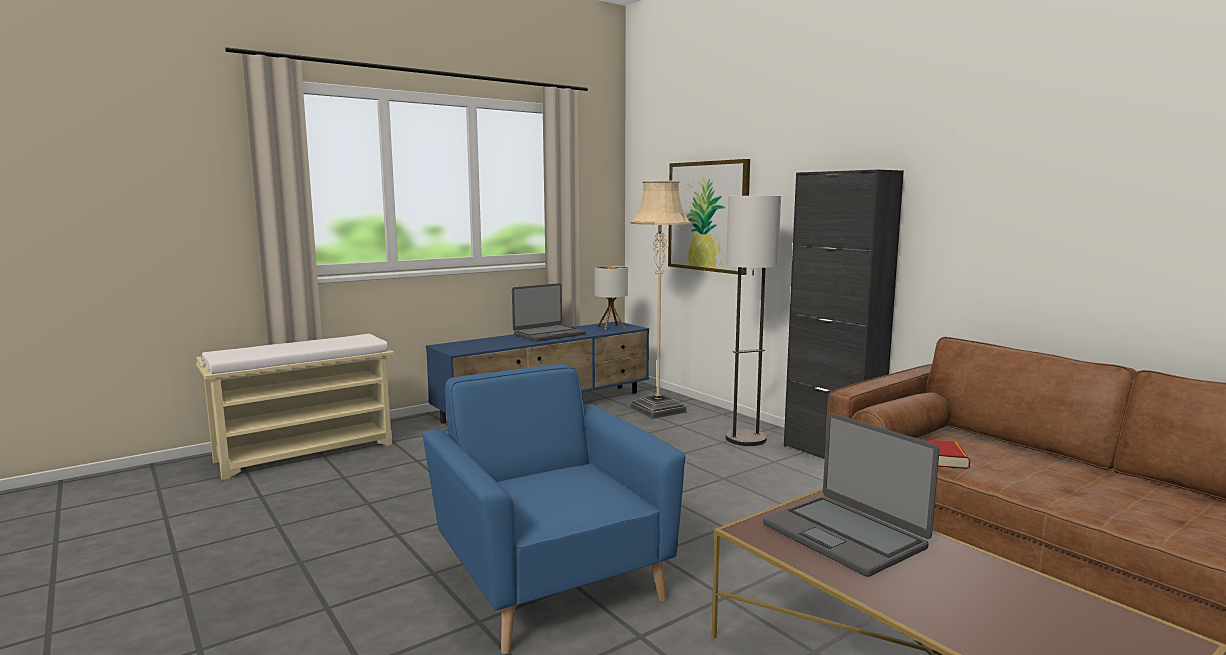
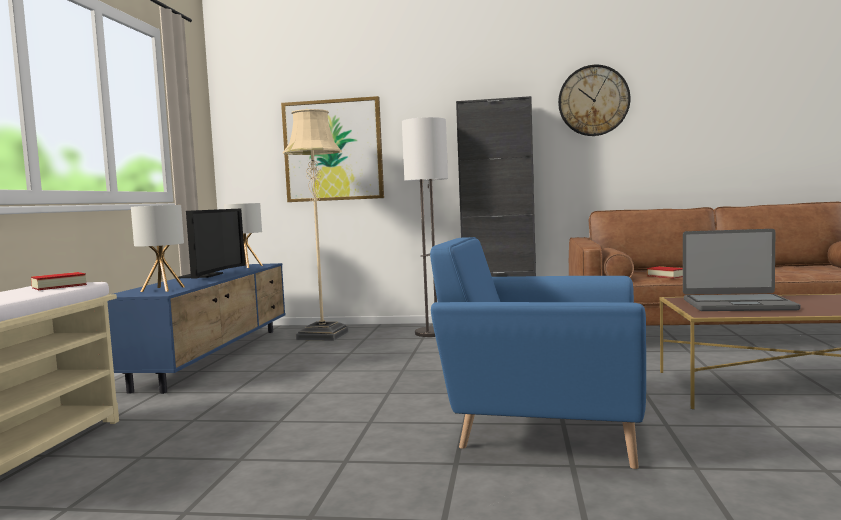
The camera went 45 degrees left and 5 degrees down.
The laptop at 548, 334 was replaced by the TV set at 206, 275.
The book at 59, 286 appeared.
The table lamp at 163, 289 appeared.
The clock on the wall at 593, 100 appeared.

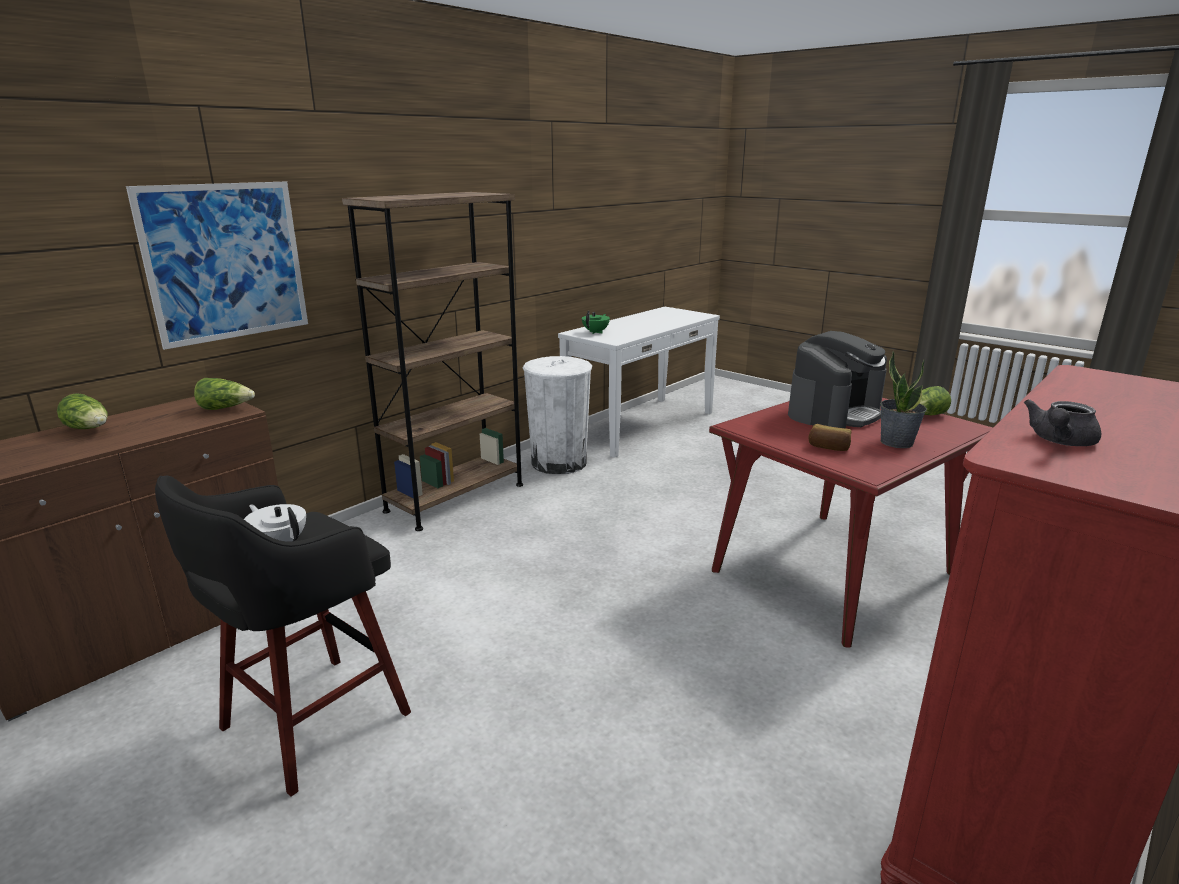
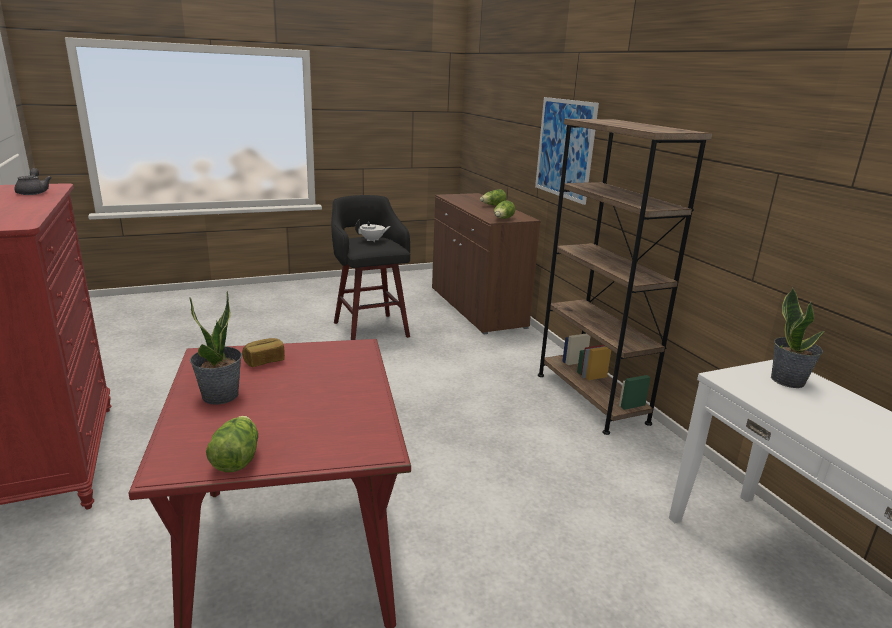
The camera went 115 degrees right and 0 degrees up.
The trash can in white at 559, 463 disappeared.
The pot for tea in green at 596, 332 was replaced by the houseplant at 788, 380.
The coffee machine at 834, 413 disappeared.

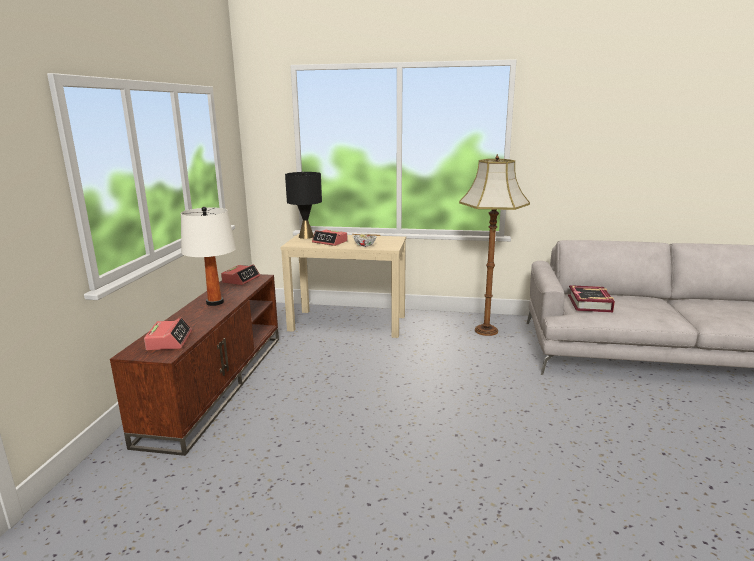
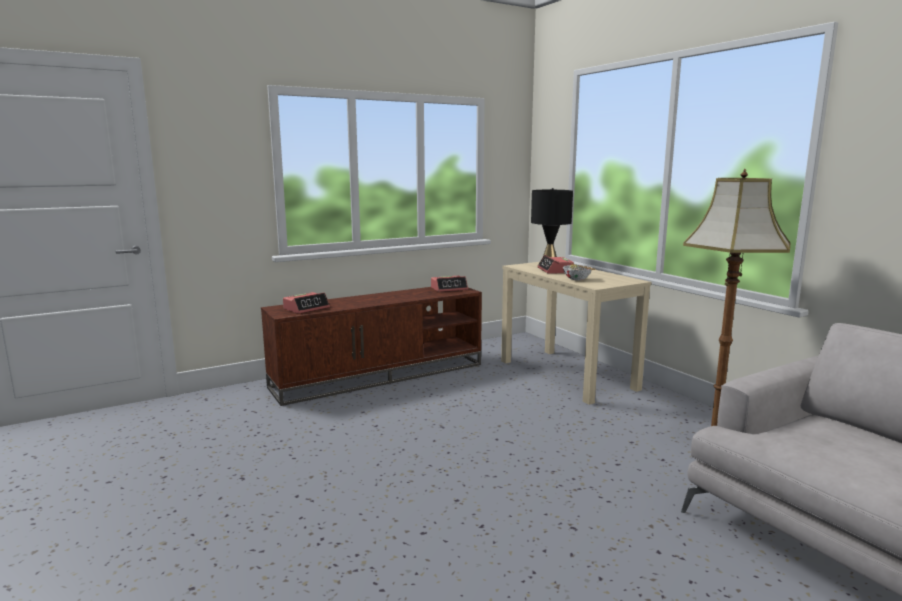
The camera went 50 degrees right and 5 degrees down.
The table lamp in white at 215, 302 disappeared.
The book at 590, 304 disappeared.

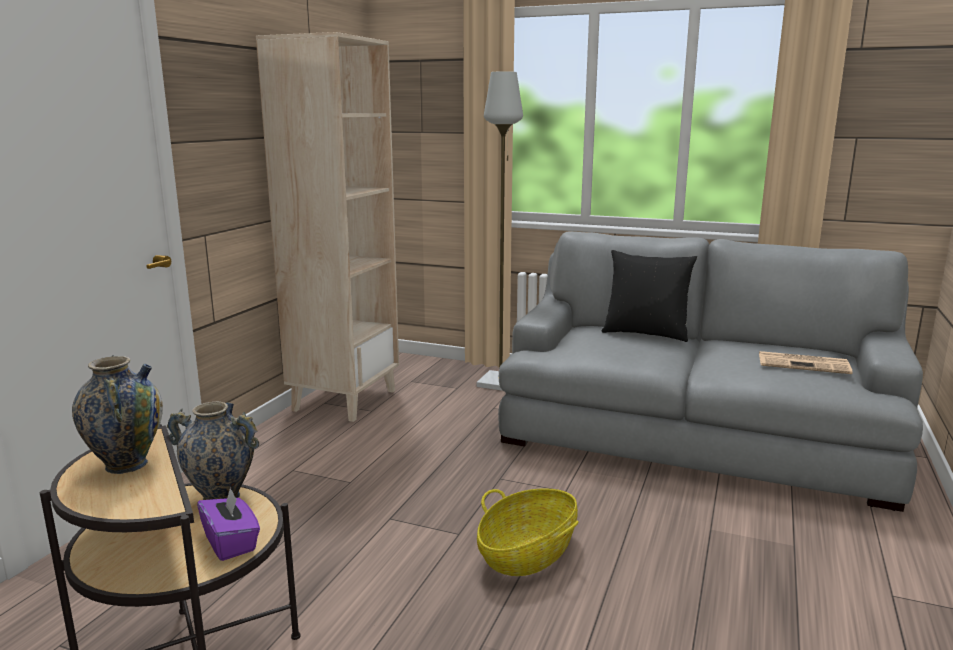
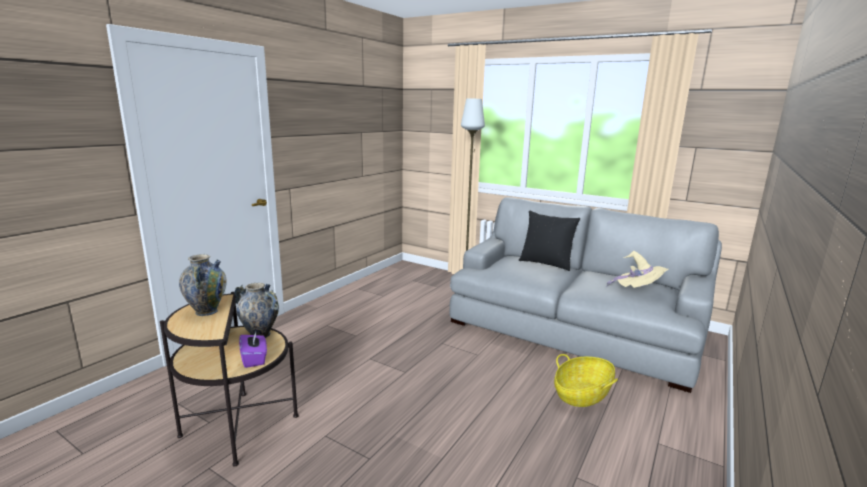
The camera went 10 degrees right and 0 degrees up.
The bookcase in beige at 344, 400 disappeared.
The storage basket moved from 527, 554 to 582, 394.
The printed paper at 804, 364 was replaced by the hat in beige at 638, 291.

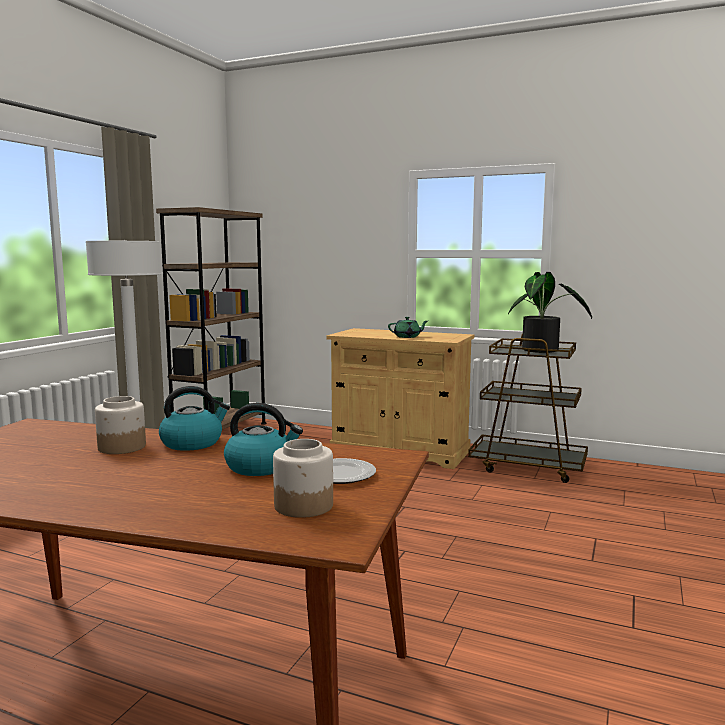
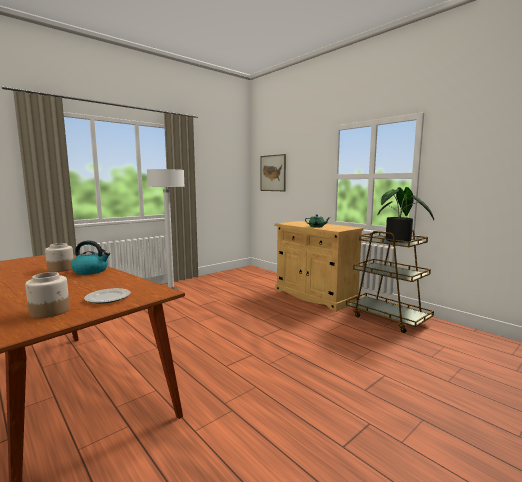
The camera went 25 degrees right and 0 degrees up.
The bookcase in brownish at 221, 433 disappeared.
The tea kettle at 261, 467 disappeared.
The wall art at 272, 173 appeared.

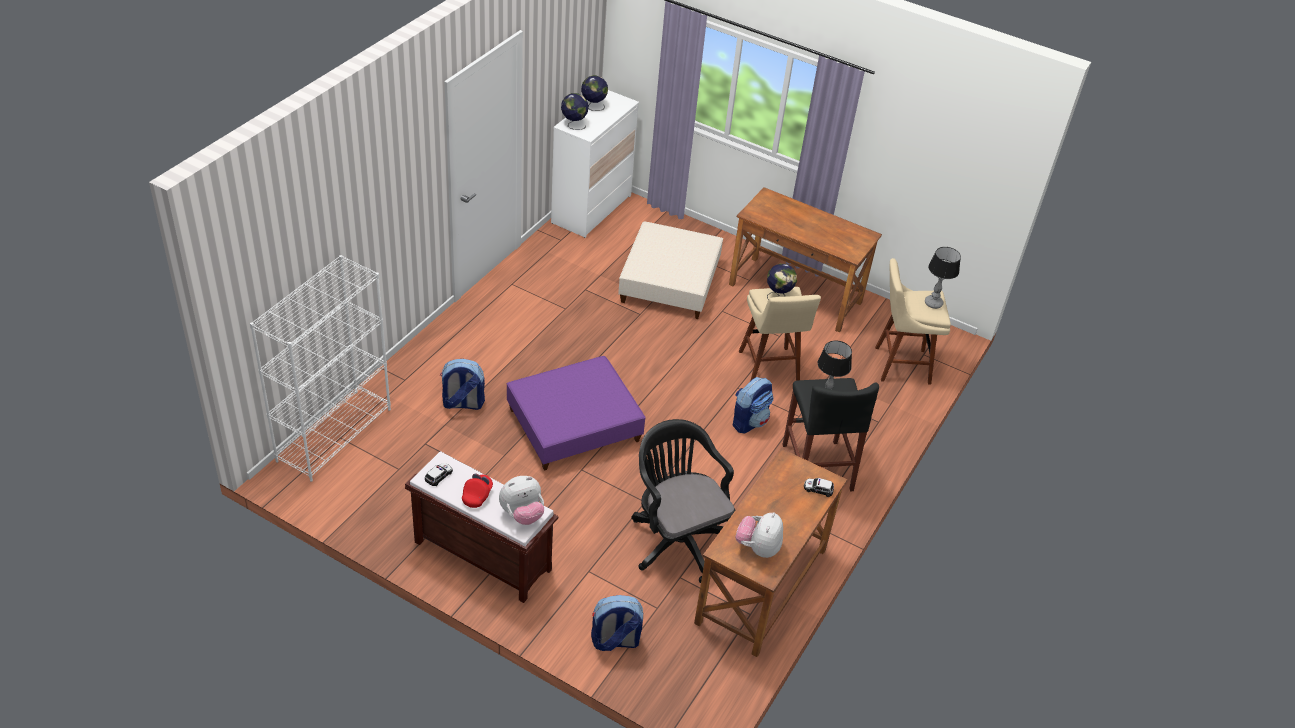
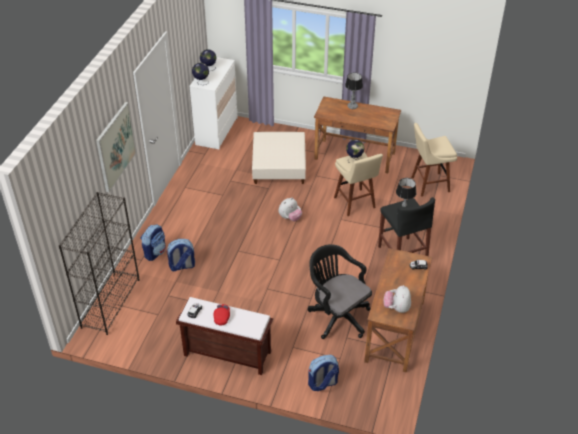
The camera went 10 degrees left and 0 degrees up.
The bookcase in white at 334, 434 became the bookcase in black at 110, 303.
The soft toy moved from 522, 514 to 290, 218.
The pouffe in purplish at 573, 425 disappeared.
The knapsack moved from 749, 421 to 155, 252.
The table lamp moved from 933, 303 to 352, 106.
The wall art at 115, 146 appeared.

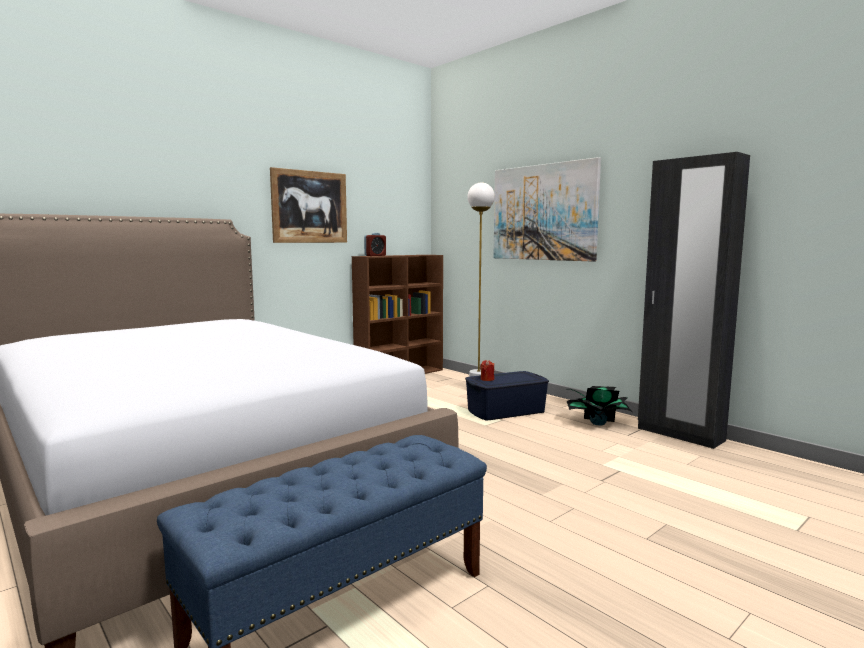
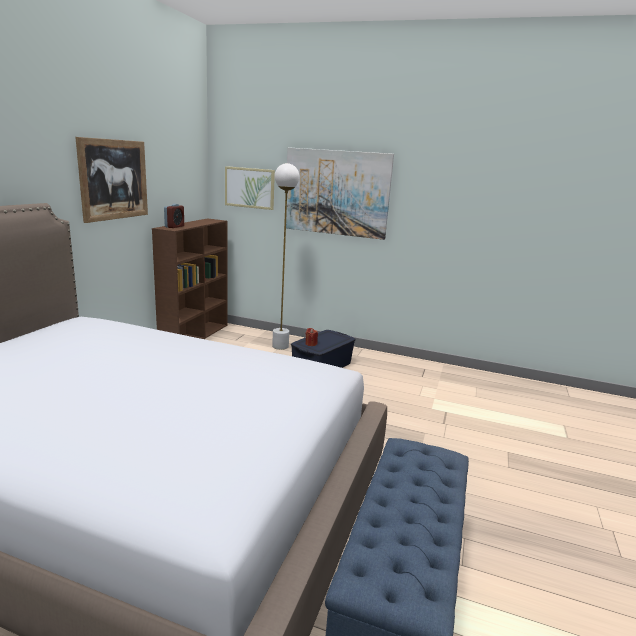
The camera went 30 degrees left and 10 degrees up.
The houseplant at 597, 423 disappeared.
The armoire in black at 680, 434 disappeared.
The wall art at 249, 188 appeared.

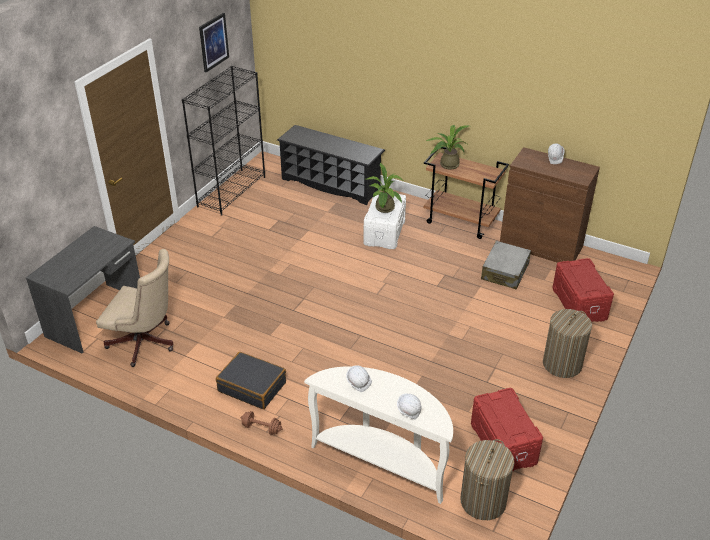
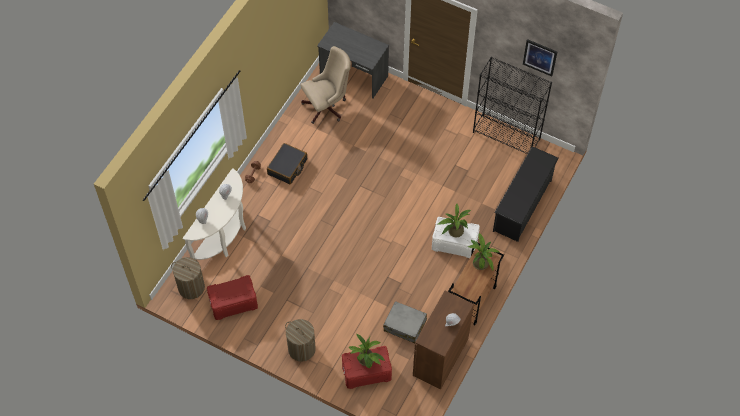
The camera went 90 degrees right and 20 degrees up.
The computer chair in beige at 146, 344 turned 135 degrees counterclockwise.
The houseplant at 367, 361 appeared.

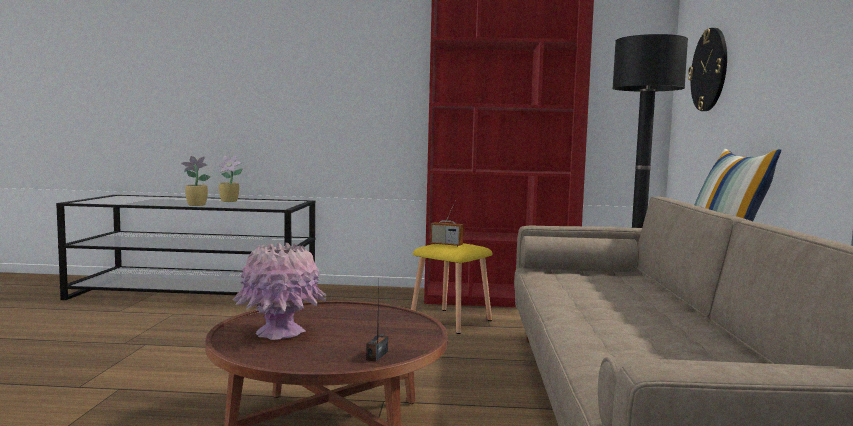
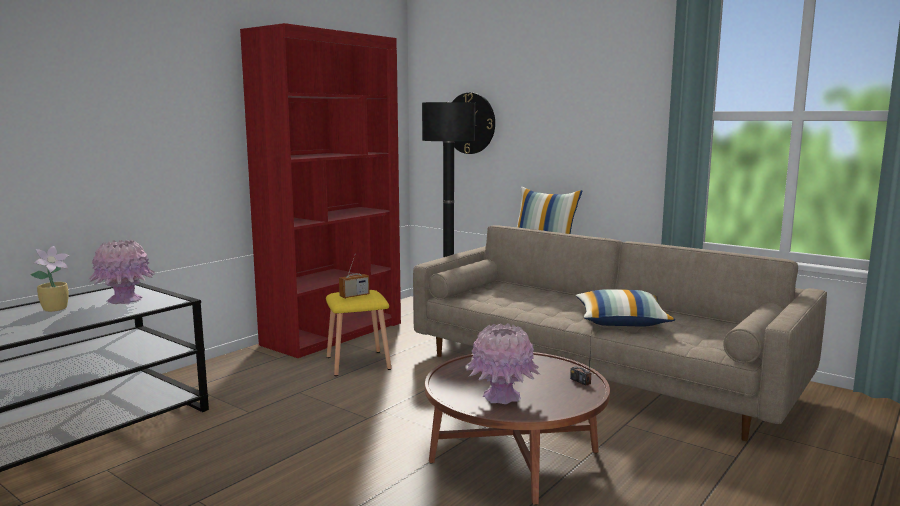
The camera went 55 degrees left and 5 degrees up.
The houseplant at 195, 205 disappeared.
The vase in pink-coloured at 124, 300 appeared.
The throw pillow at 621, 322 appeared.

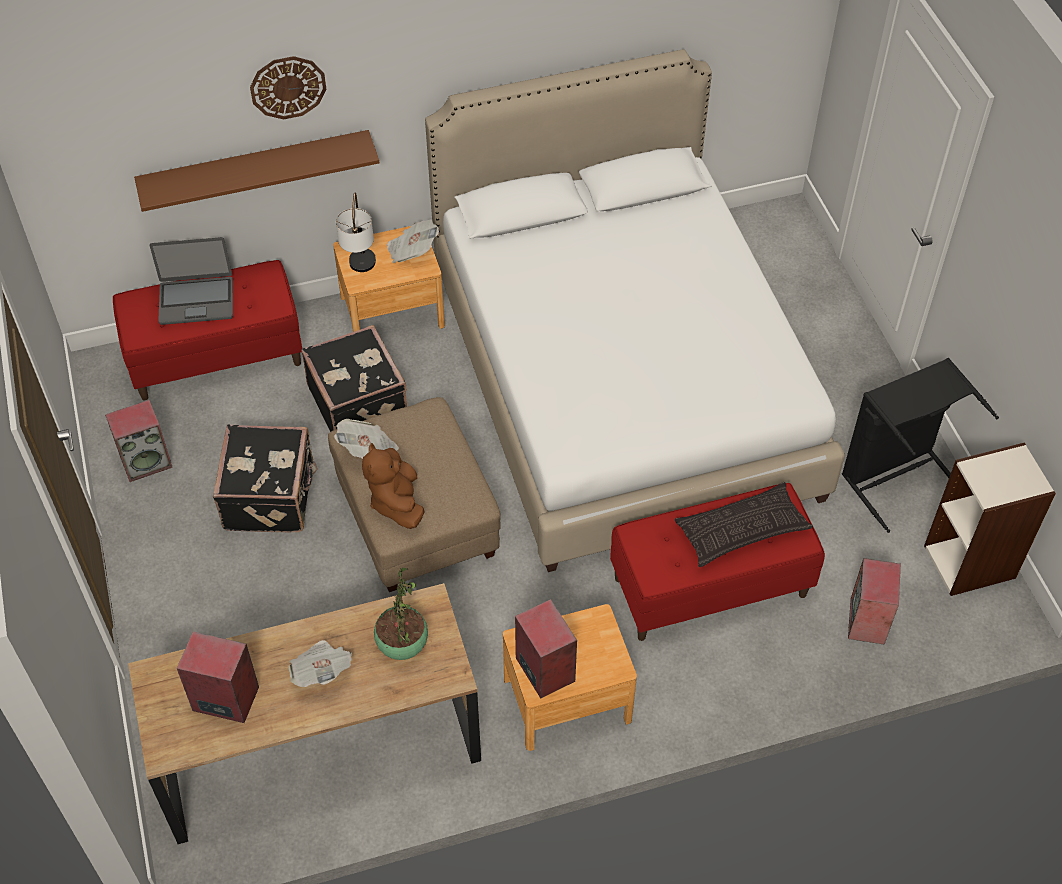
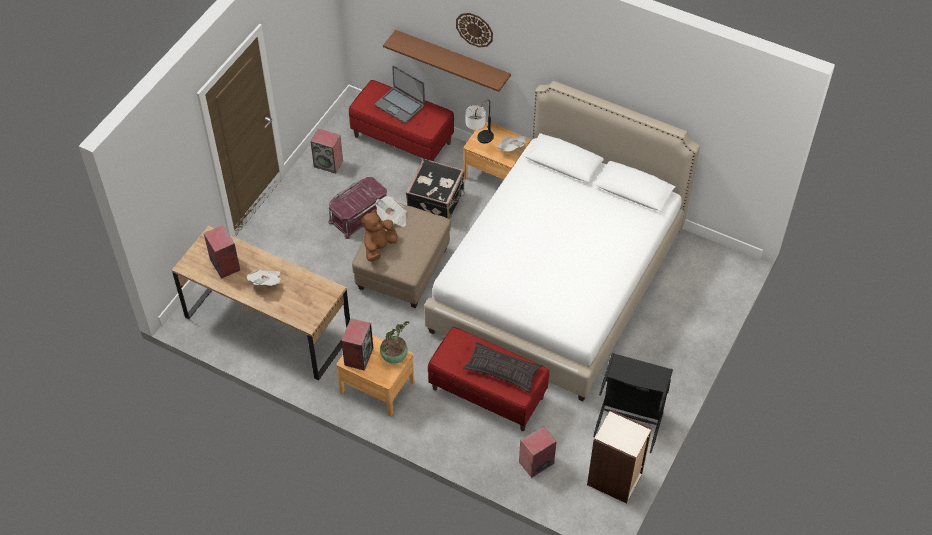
The camera went 45 degrees right and 0 degrees up.
The piece of luggage in black at 271, 496 was replaced by the storage box in red at 359, 214.
The houseplant moved from 402, 644 to 394, 356.

